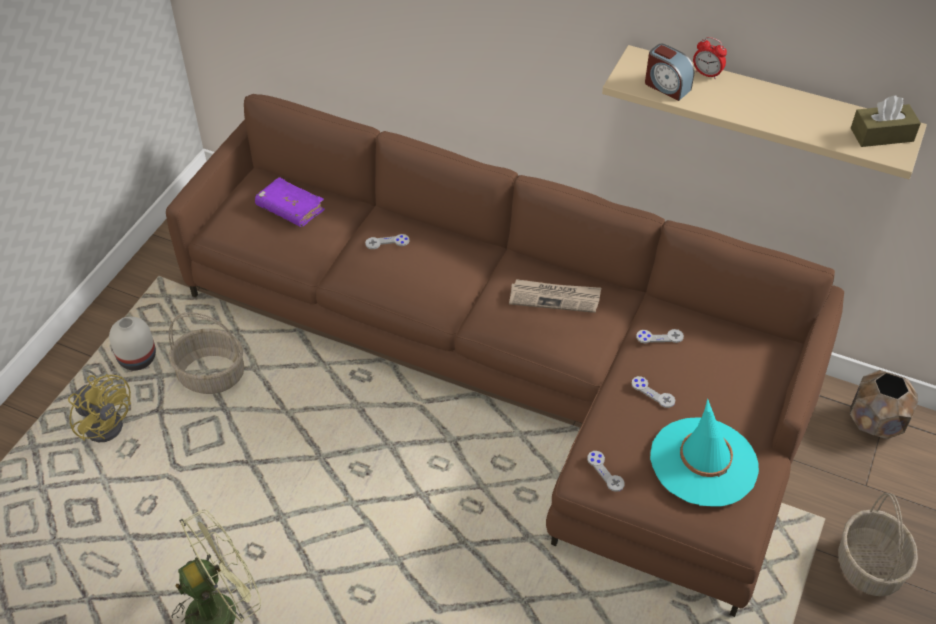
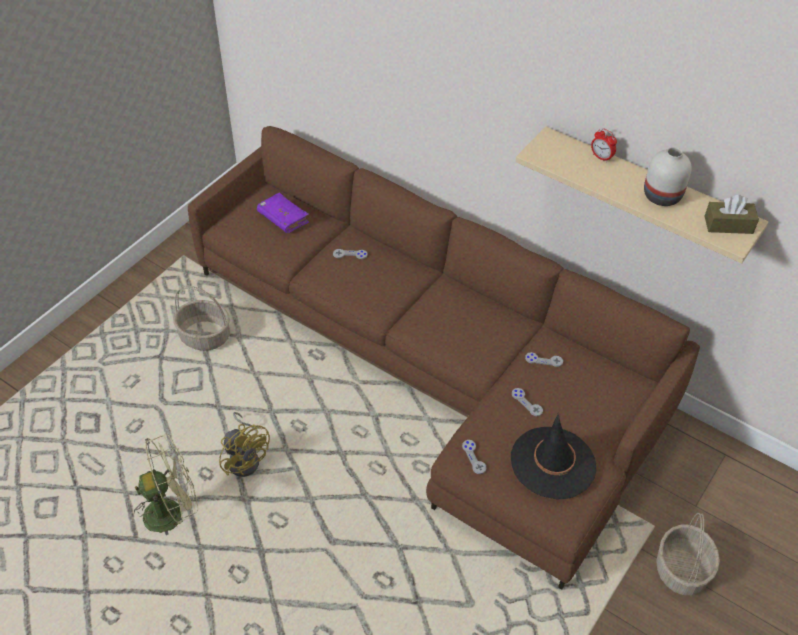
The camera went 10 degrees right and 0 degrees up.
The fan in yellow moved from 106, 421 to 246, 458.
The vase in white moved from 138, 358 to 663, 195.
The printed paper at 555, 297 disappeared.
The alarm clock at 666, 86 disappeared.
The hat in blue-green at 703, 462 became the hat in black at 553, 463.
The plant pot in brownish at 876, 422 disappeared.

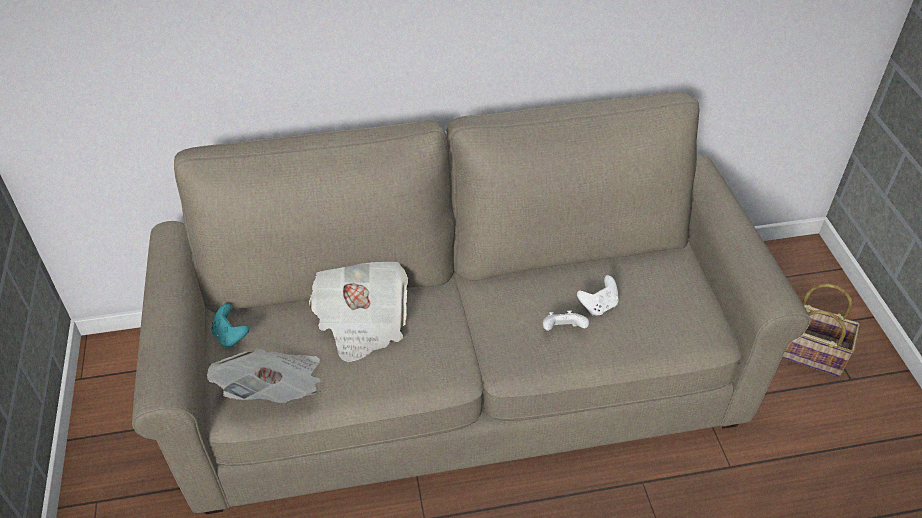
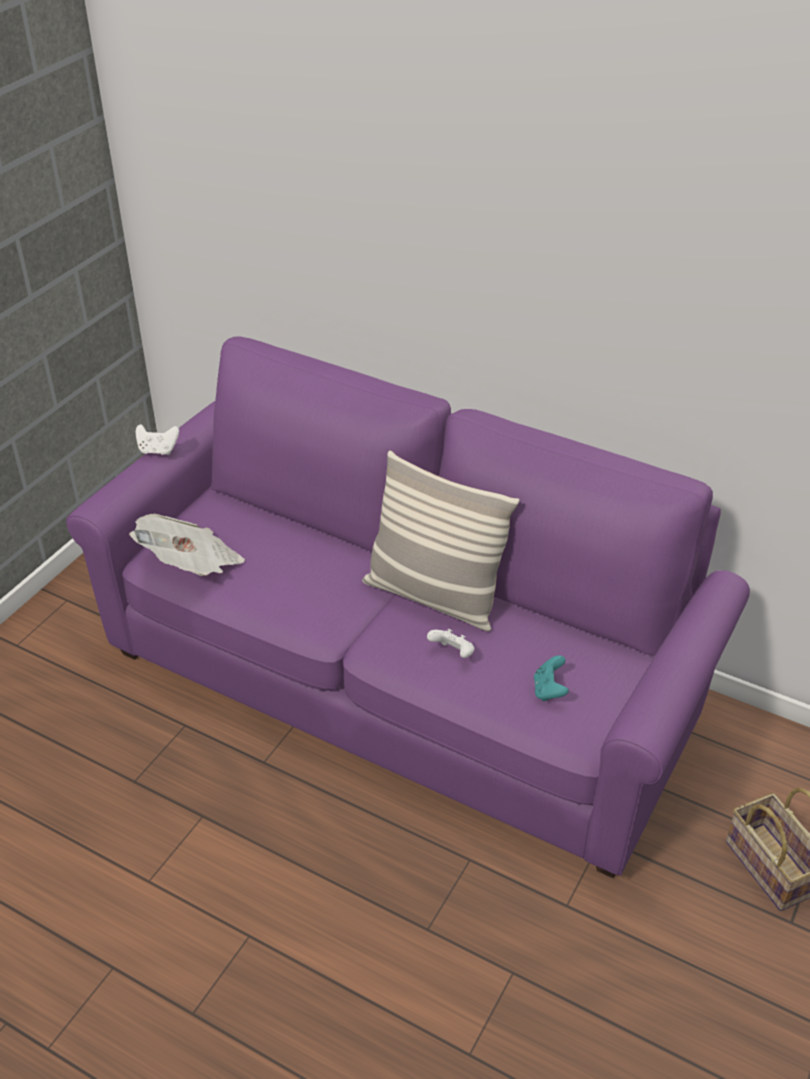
The camera went 40 degrees right and 5 degrees down.
The settee in beige at 461, 379 became the settee in purplish at 405, 680.
The joypad in blue-green moved from 230, 336 to 549, 690.
The printed paper at 361, 321 disappeared.
The joypad in white moved from 598, 306 to 158, 450.
The throw pillow at 433, 596 appeared.

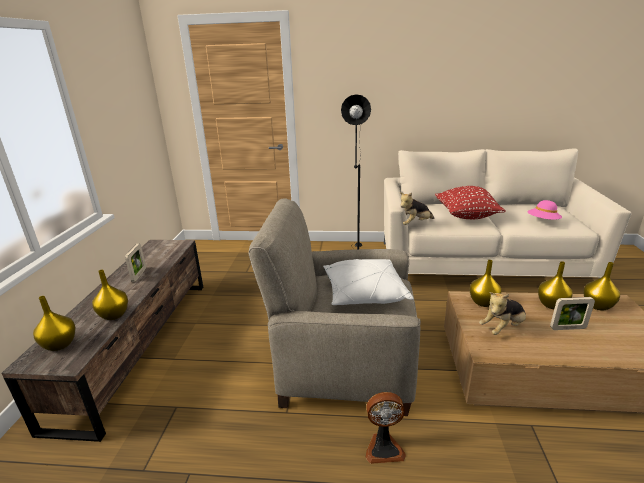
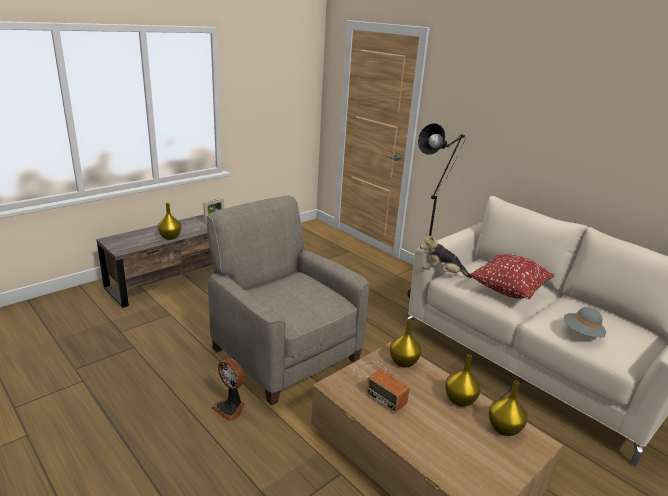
The camera went 40 degrees right and 0 degrees up.
The vase in yellow at 59, 344 disappeared.
The throw pillow in white at 364, 293 disappeared.
The soft toy at 502, 328 was replaced by the radio receiver at 379, 384.
The hat in pink-coloured at 542, 221 became the hat in gray at 581, 333.
The photo frame at 567, 328 disappeared.

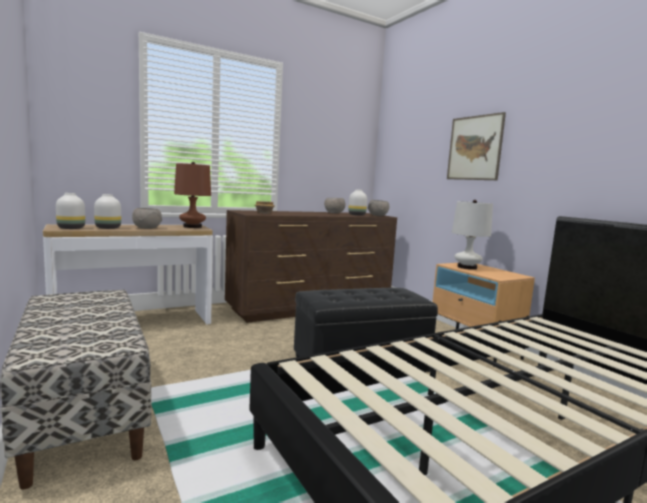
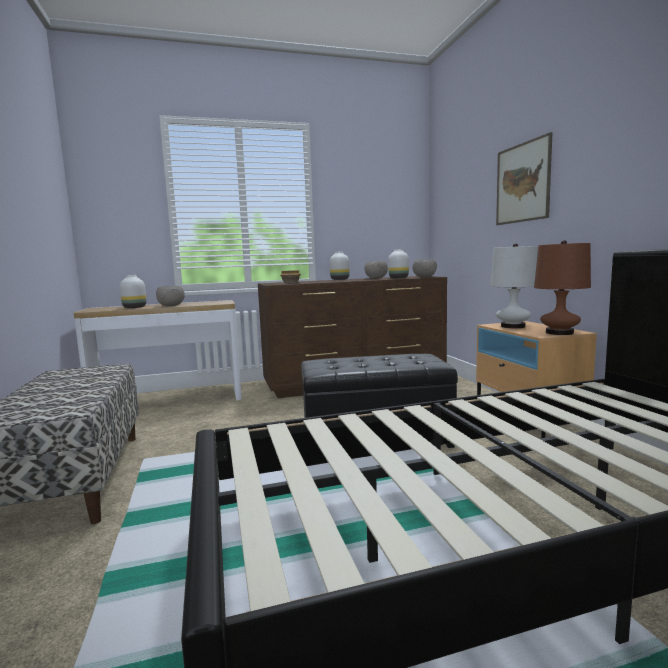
The camera went 15 degrees right and 0 degrees up.
The vase in white moved from 72, 228 to 340, 279.
The table lamp in brownish moved from 192, 227 to 559, 333.

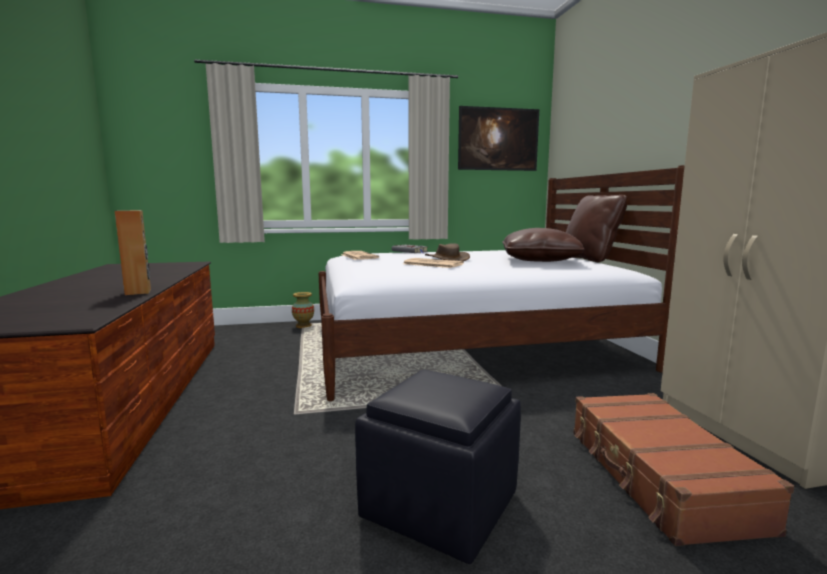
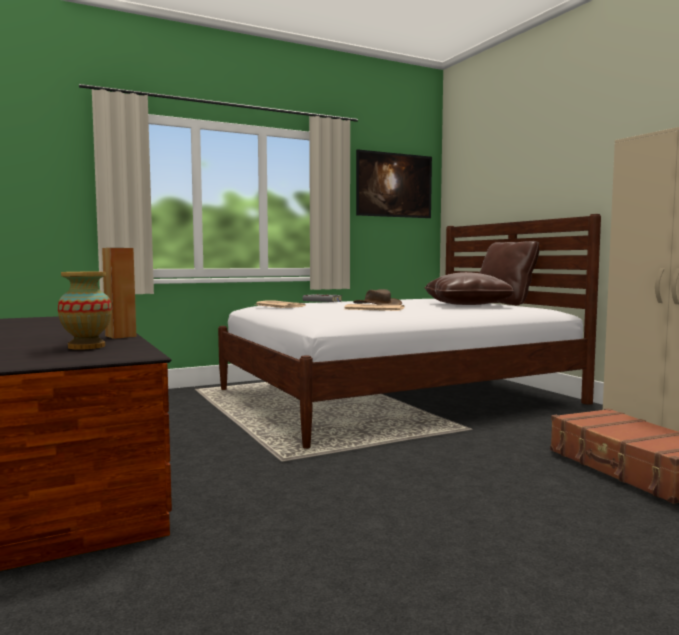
The camera went 15 degrees left and 5 degrees down.
The vase moved from 303, 326 to 87, 347.
The pouffe in black at 438, 506 disappeared.

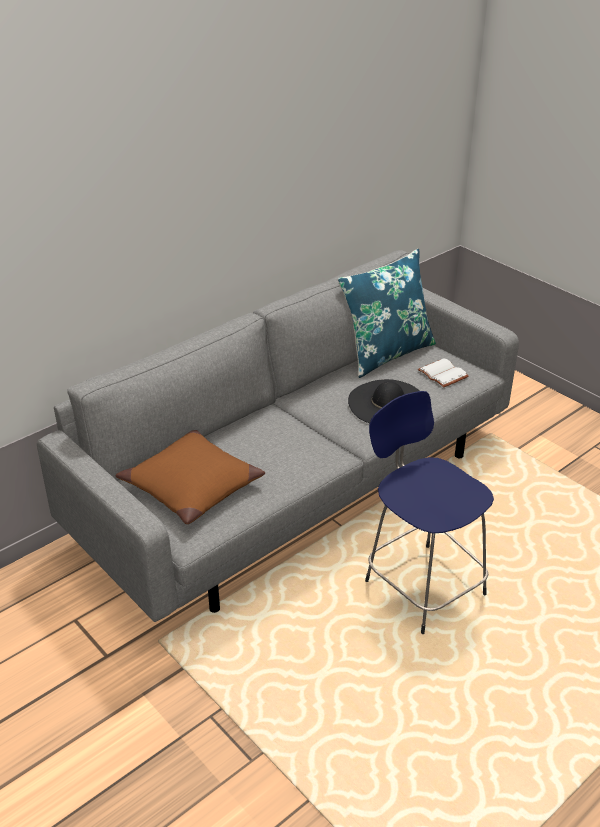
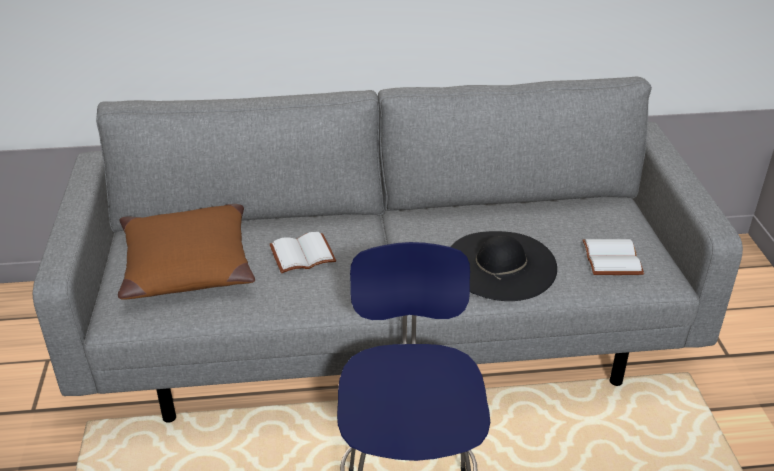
The camera went 35 degrees right and 0 degrees up.
The throw pillow in bluish at 386, 353 disappeared.
The book in white at 302, 256 appeared.

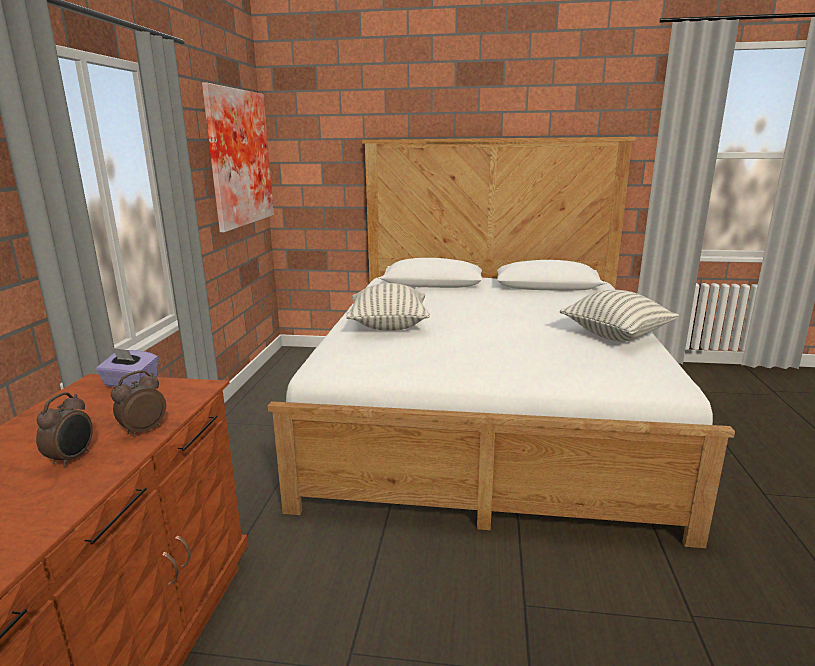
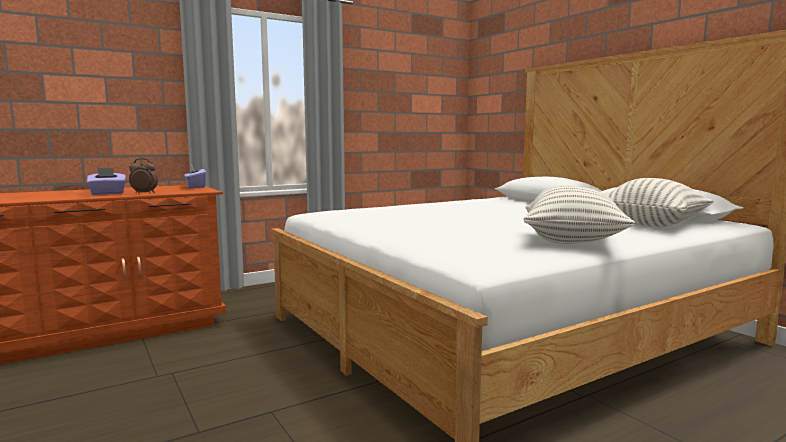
The camera went 50 degrees right and 10 degrees down.
The alarm clock at 72, 458 was replaced by the tissue holder in purplish at 107, 193.
The wall art at 236, 158 disappeared.
The throw pillow moved from 388, 326 to 652, 224.

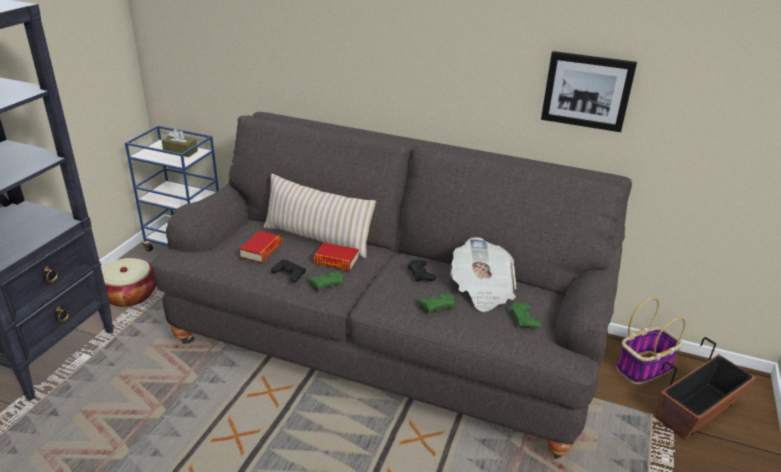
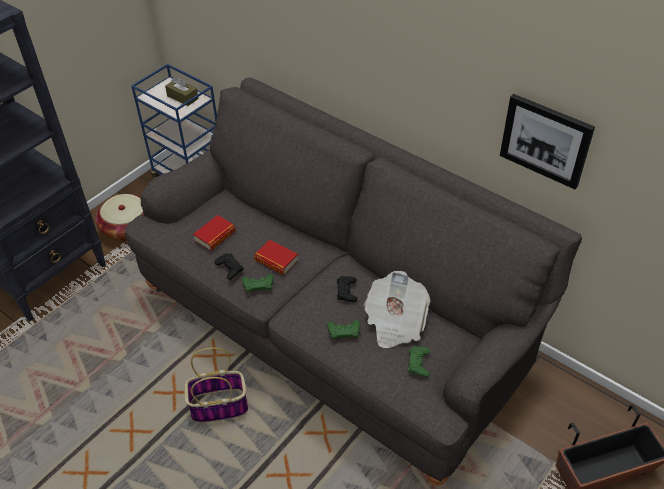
The camera went 20 degrees right and 15 degrees up.
The throw pillow in beige at 317, 238 disappeared.
The storage basket moved from 644, 367 to 220, 406.

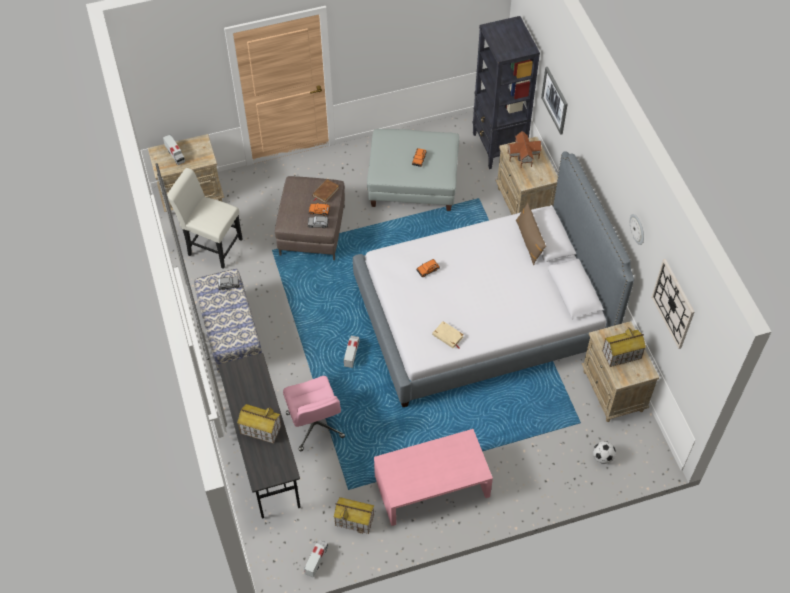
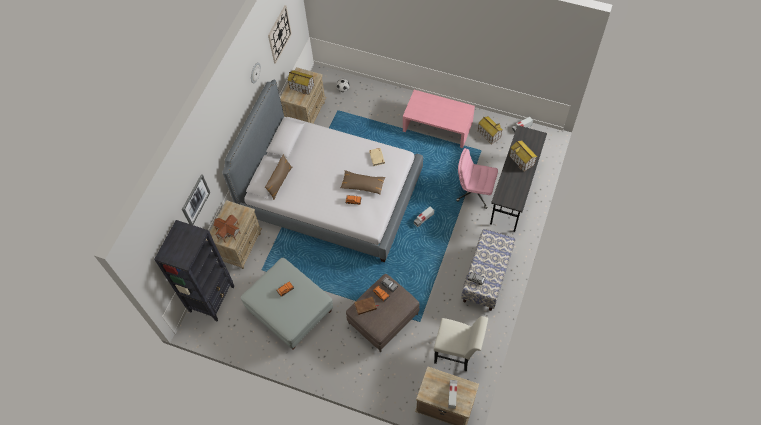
The camera went 140 degrees left and 5 degrees up.
The chair in white at 211, 246 turned 45 degrees counterclockwise.
The computer chair in pink-coloured at 315, 426 turned 90 degrees counterclockwise.
The throw pillow in brownish at 363, 185 appeared.

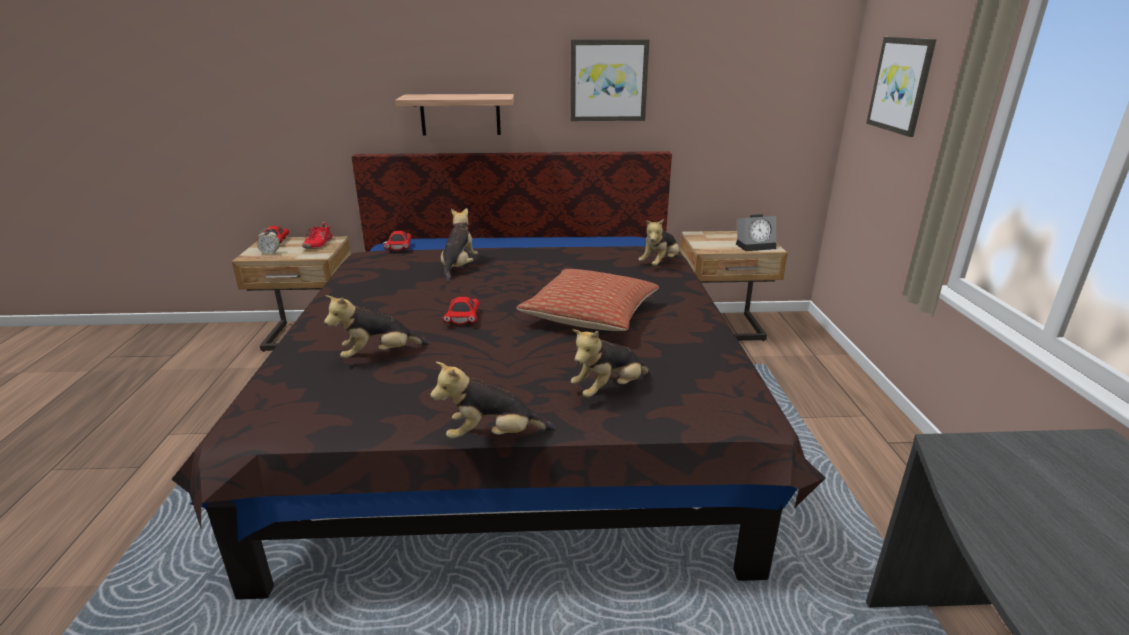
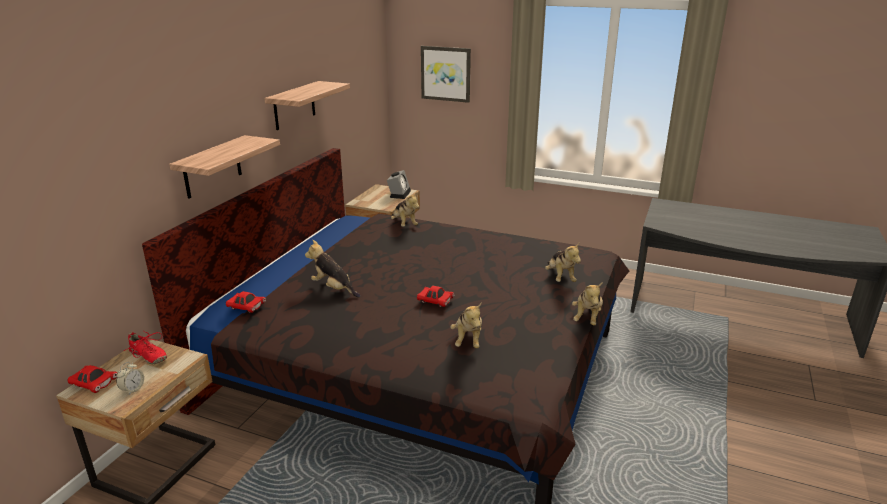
The camera went 65 degrees left and 0 degrees up.
The throw pillow at 590, 315 disappeared.
The wall art at 608, 80 was replaced by the shelf at 294, 105.

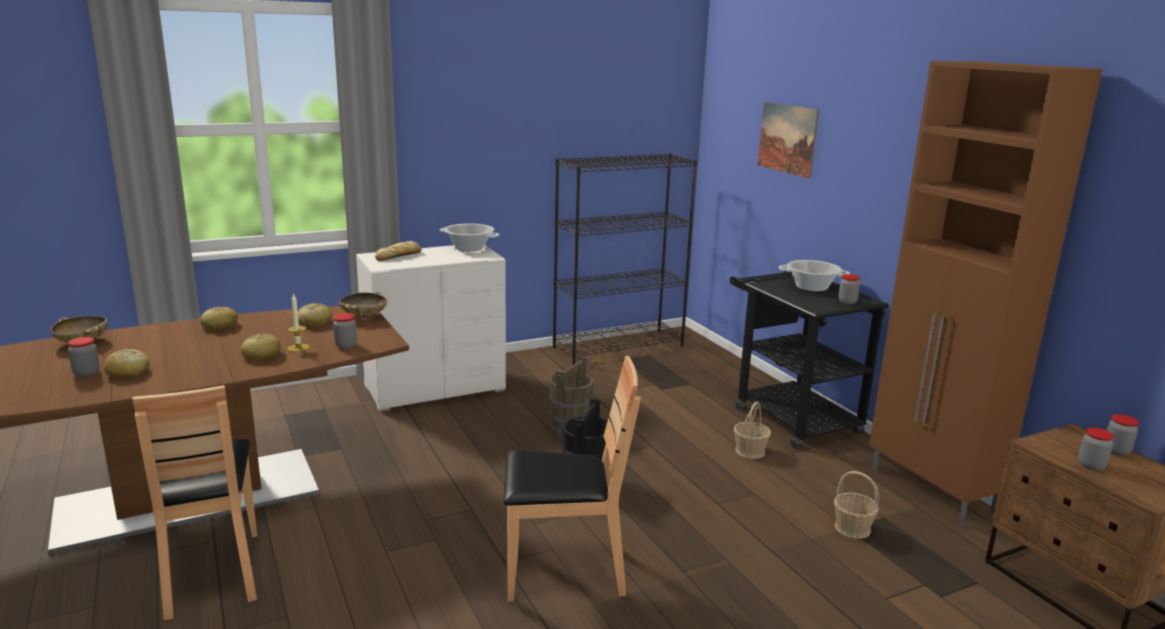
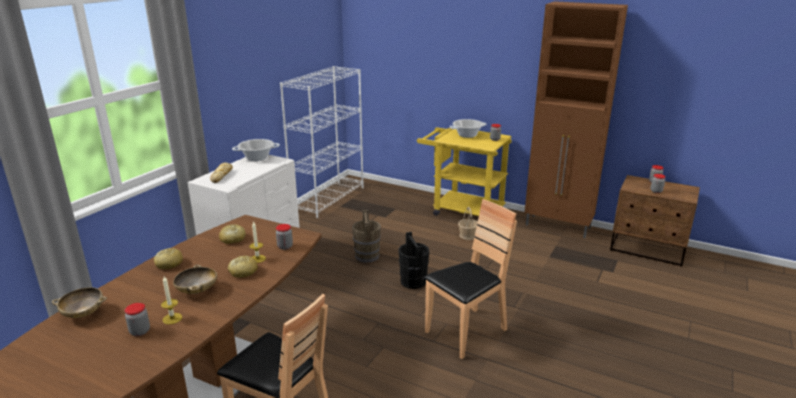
The camera went 35 degrees left and 5 degrees up.
The bread at 128, 372 was replaced by the wax light at 172, 318.
The serving bowl in beige moved from 364, 316 to 197, 290.
The bookcase in black at 619, 346 became the bookcase in white at 328, 198.
The trolley in black at 789, 415 became the trolley in yellow at 462, 210.
The wall art at 787, 138 disappeared.
The storage basket at 852, 528 disappeared.

